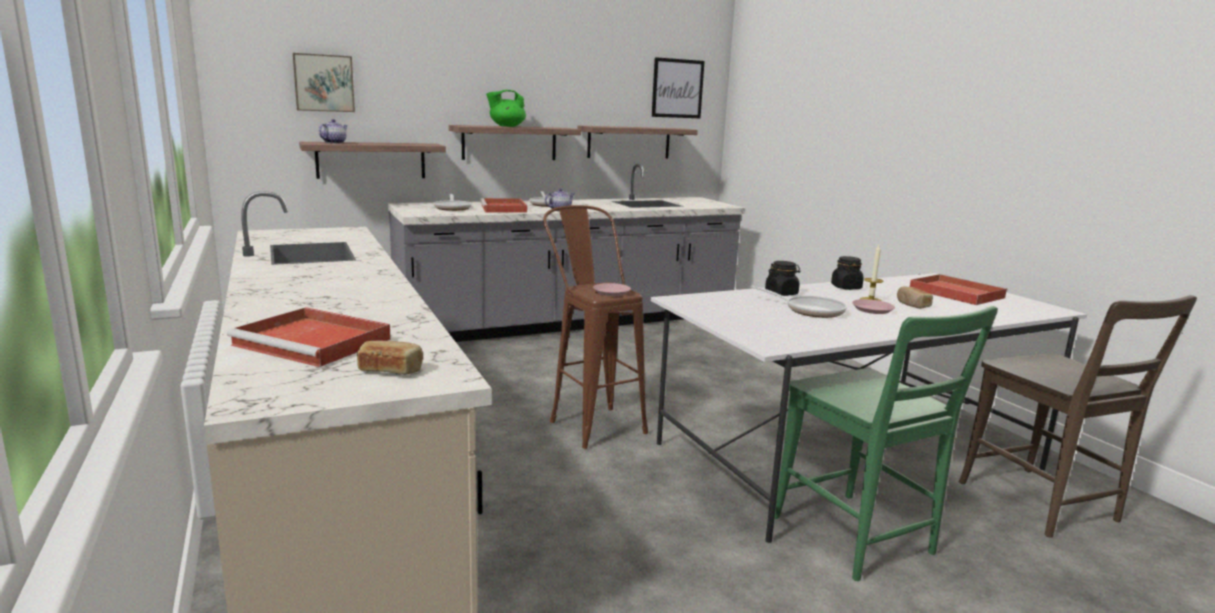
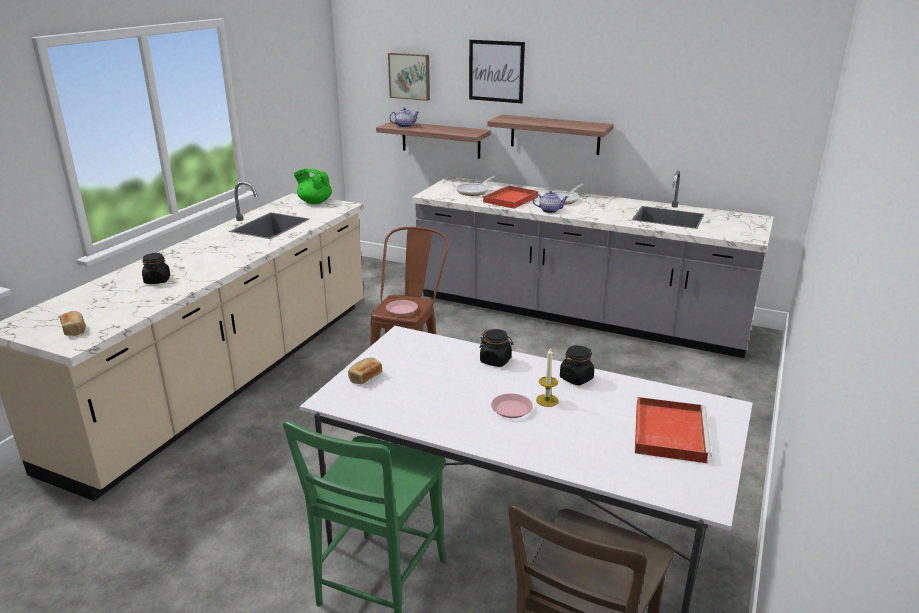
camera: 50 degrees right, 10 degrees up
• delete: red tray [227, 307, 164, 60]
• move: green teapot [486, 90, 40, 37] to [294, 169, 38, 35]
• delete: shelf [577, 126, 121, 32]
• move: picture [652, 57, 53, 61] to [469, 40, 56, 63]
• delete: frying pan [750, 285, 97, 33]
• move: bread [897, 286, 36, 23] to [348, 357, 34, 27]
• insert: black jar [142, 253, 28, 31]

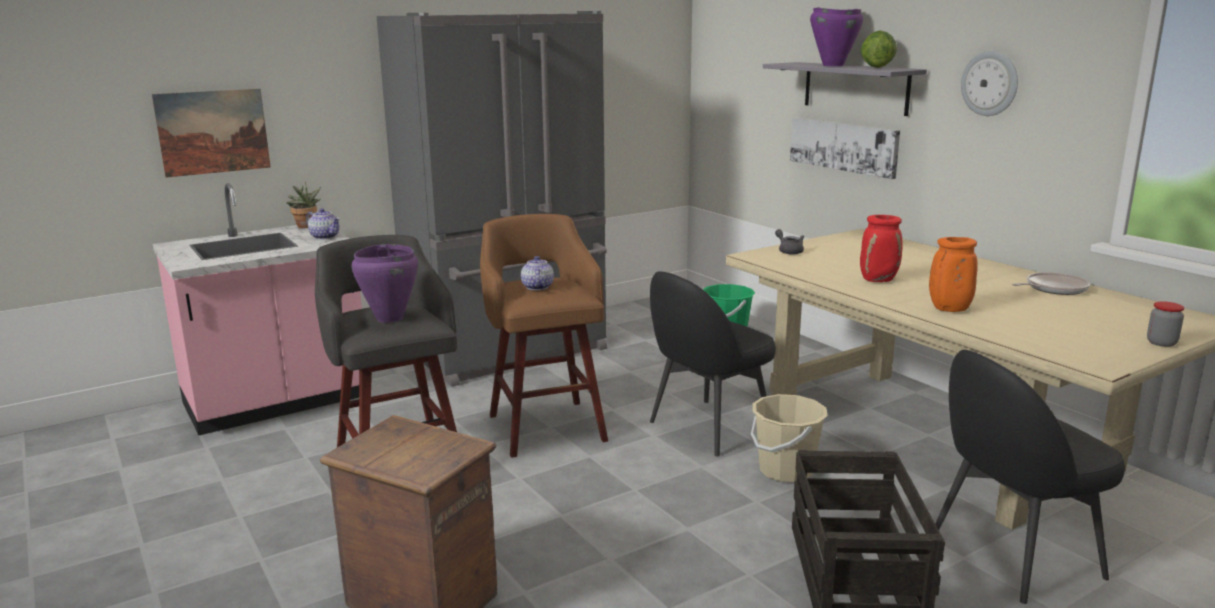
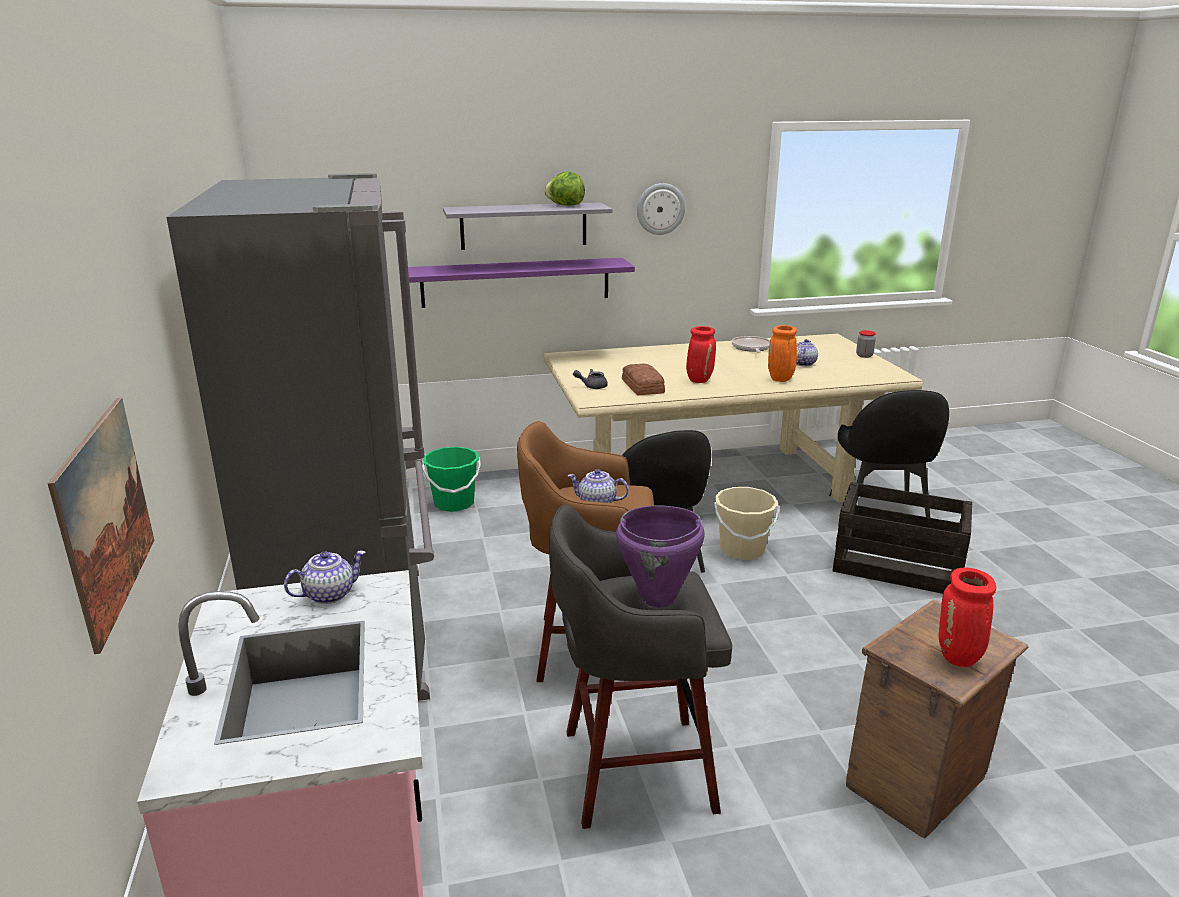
camera: 70 degrees left, 5 degrees up
• delete: potted plant [287, 182, 34, 46]
• replace: picture [790, 117, 110, 62] to purple shelf [408, 258, 227, 50]
• delete: purple cooking pot [810, 8, 53, 58]
• insert: bread [622, 364, 43, 32]
• insert: teapot [796, 339, 22, 27]
• insert: red vase [938, 568, 58, 99]

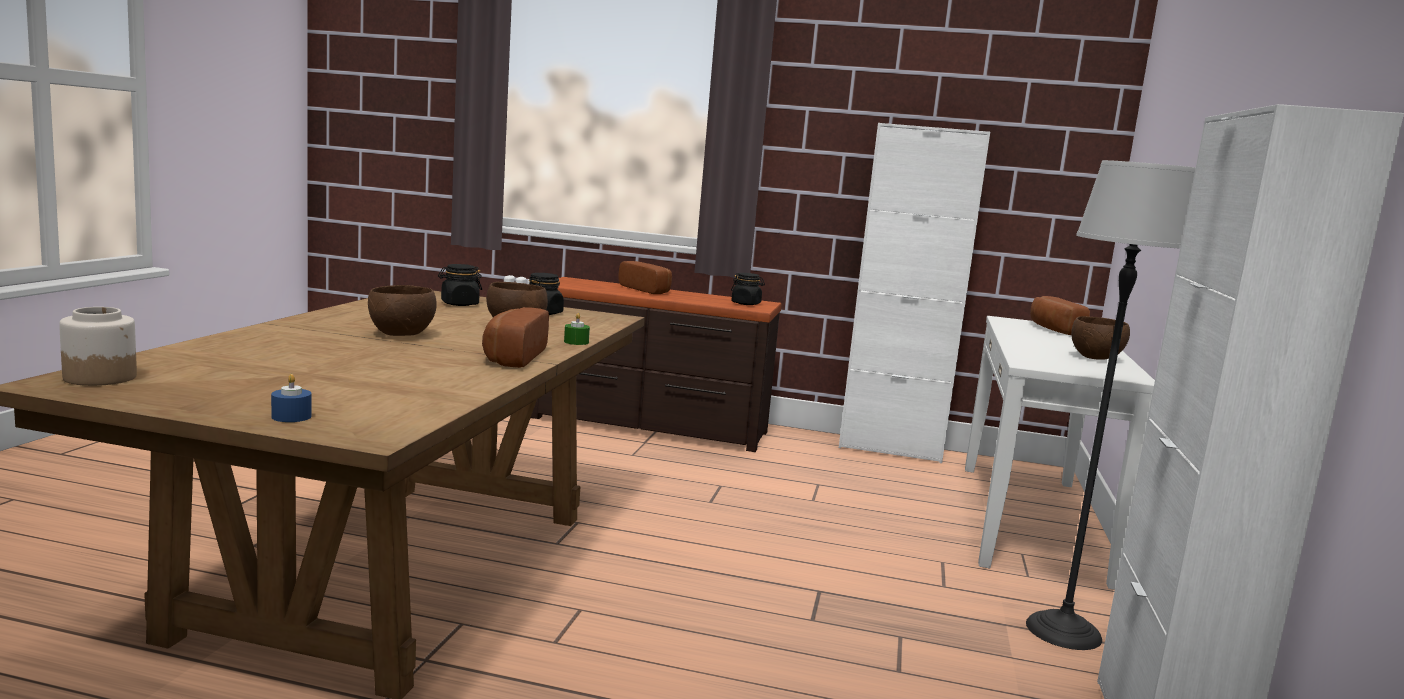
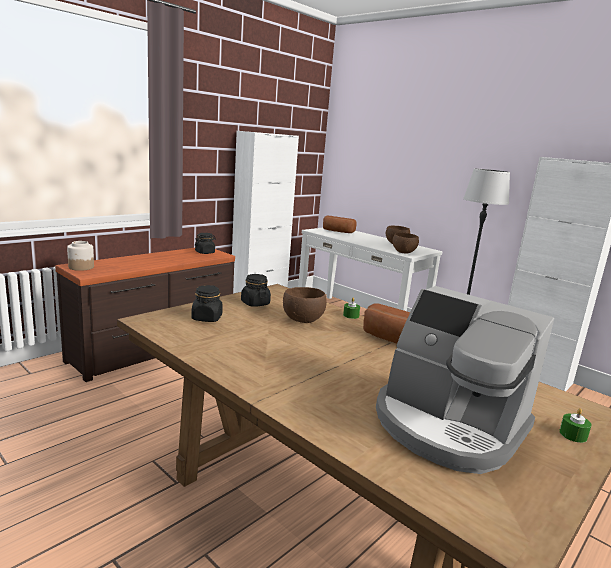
camera: 60 degrees left, 5 degrees up
• move: jar [59, 307, 78, 79] to [67, 241, 27, 30]
• recolor: blue candle [271, 374, 41, 48] to green candle [559, 408, 33, 35]
• move: brown bowl [368, 285, 69, 51] to [393, 233, 26, 21]
• delete: bread [619, 261, 53, 33]
• insert: coffee machine [376, 286, 178, 188]

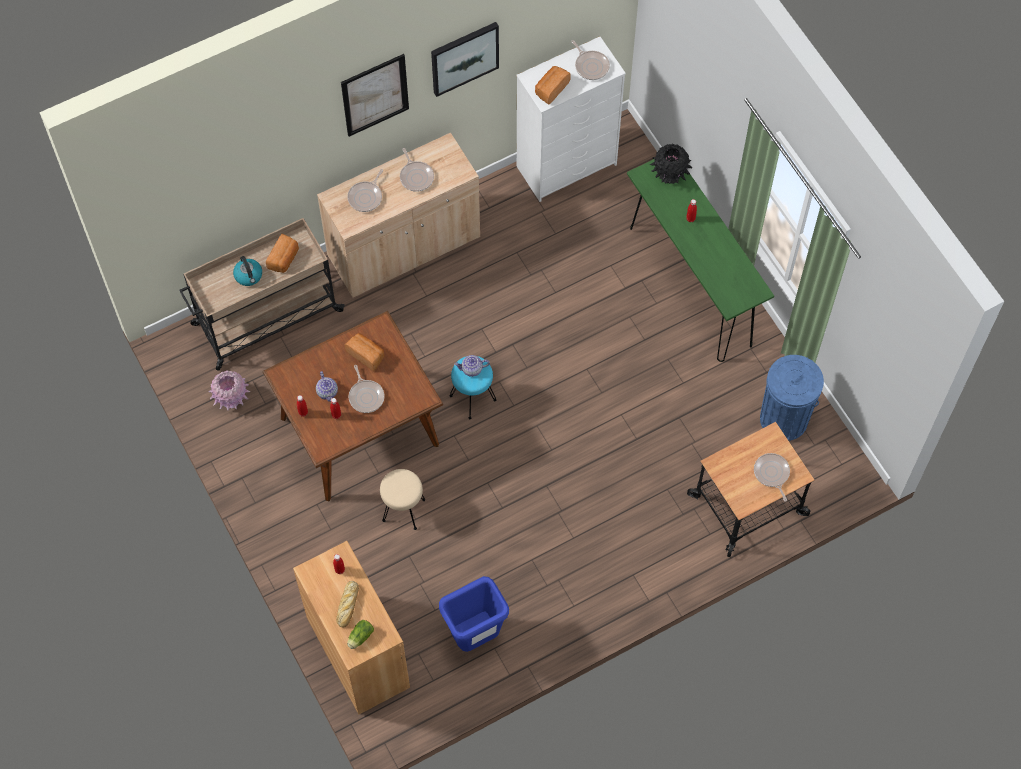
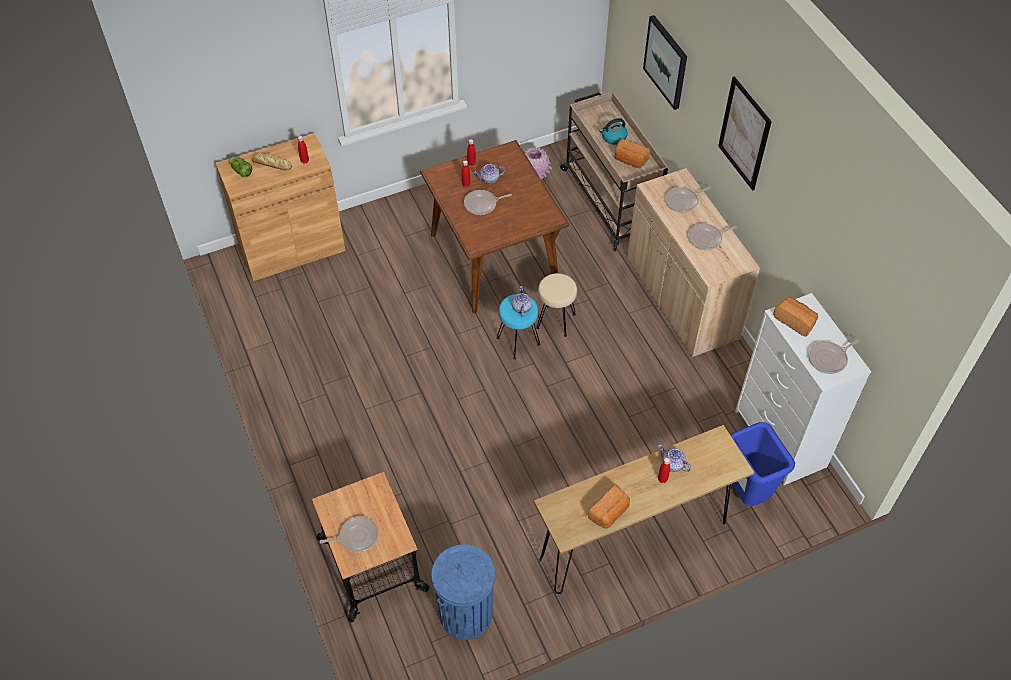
camera: 95 degrees right, 10 degrees down
• move: bread [344, 333, 40, 38] to [588, 484, 42, 45]
• rotate: frying pan [347, 169, 36, 43] = [665, 187, 46, 26] 60 degrees counterclockwise
• move: beige stool [380, 469, 45, 61] to [536, 273, 41, 64]
• move: picture [431, 22, 68, 75] to [643, 15, 44, 95]
• move: blue trash can [439, 576, 70, 76] to [730, 422, 65, 84]
• recolor: green console table [627, 159, 147, 203] to brown console table [534, 425, 220, 169]
• delete: black vase [649, 143, 43, 41]
• insert: teapot [659, 445, 32, 27]

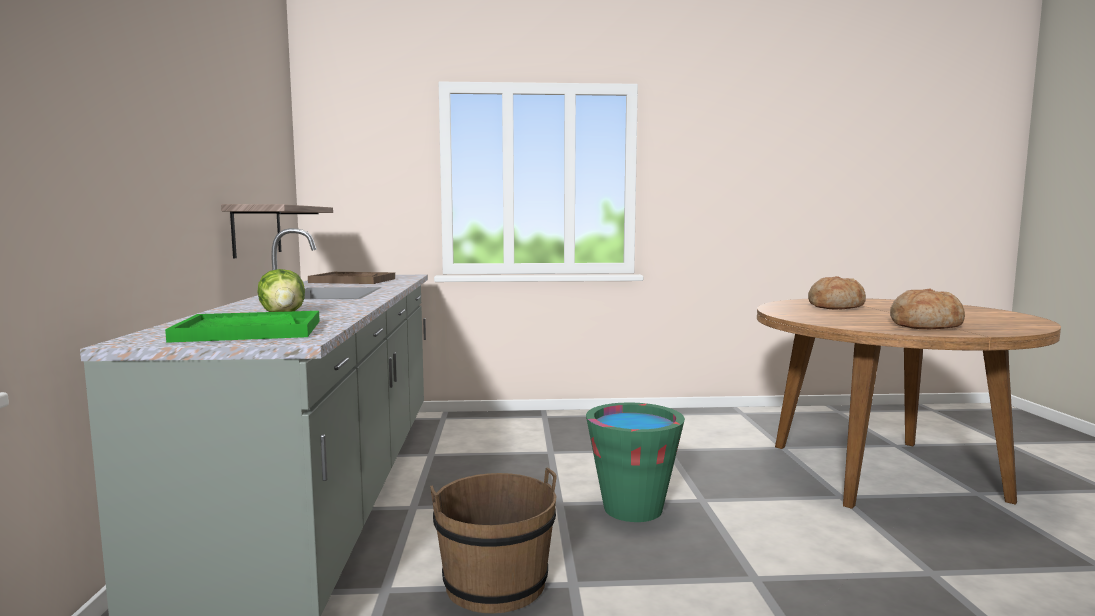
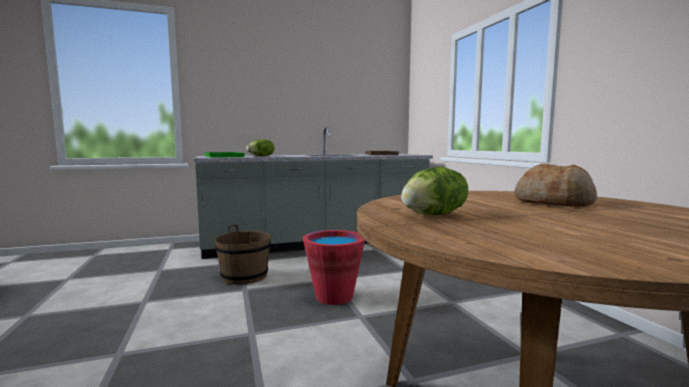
camera: 75 degrees right, 0 degrees up
• delete: shelf [221, 204, 112, 55]
• recolor: green bucket [586, 402, 99, 120] to red bucket [303, 230, 62, 75]
• replace: bread [890, 289, 75, 41] to lettuce [401, 167, 67, 48]

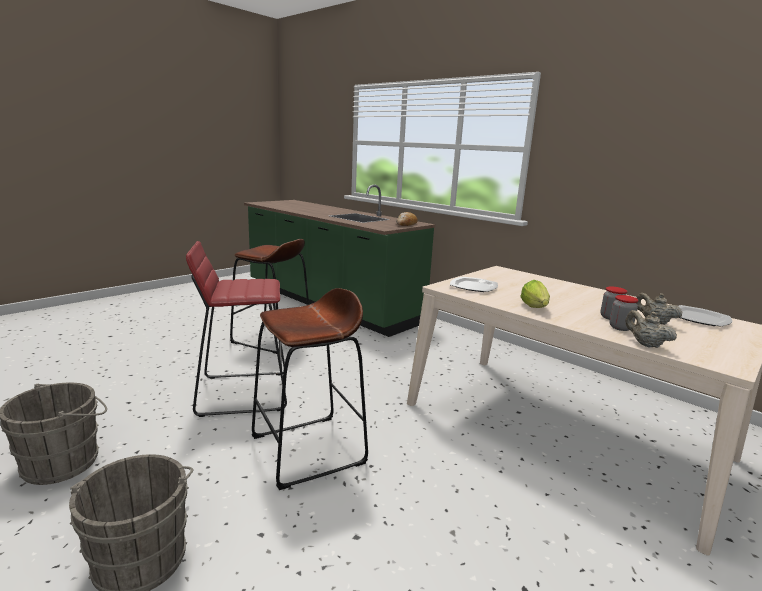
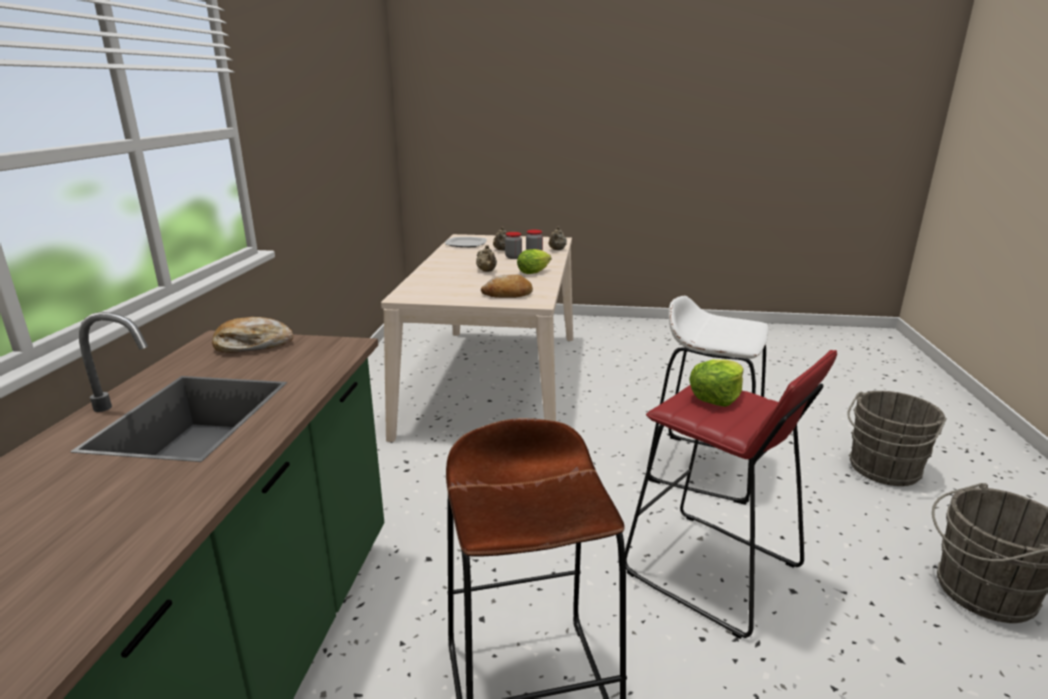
camera: 125 degrees left, 5 degrees up
• recolor: brown stool [252, 288, 116, 202] to white stool [647, 296, 121, 209]
• replace: plate [450, 277, 48, 15] to bread [481, 274, 52, 24]
• insert: beige teapot [476, 245, 21, 27]
• insert: lettuce [689, 359, 55, 48]

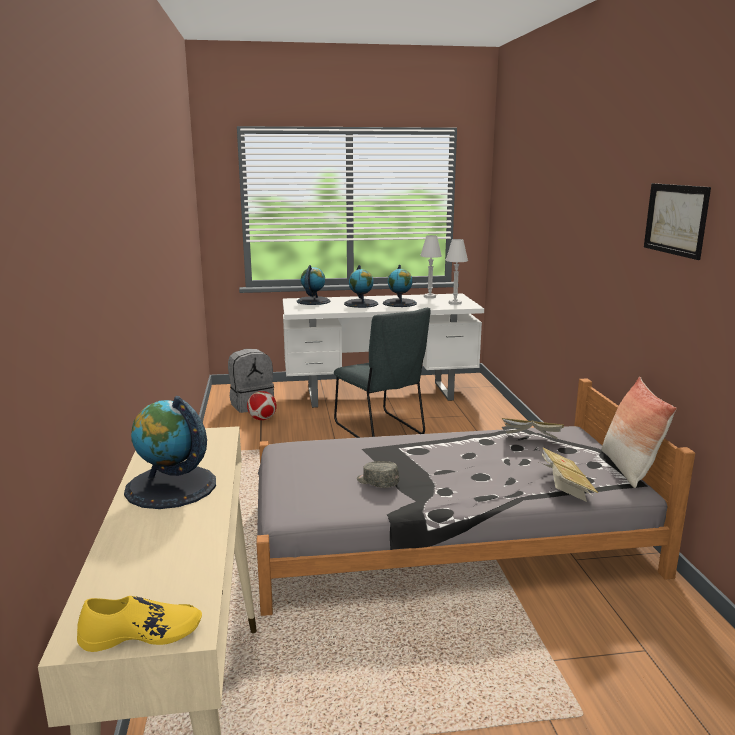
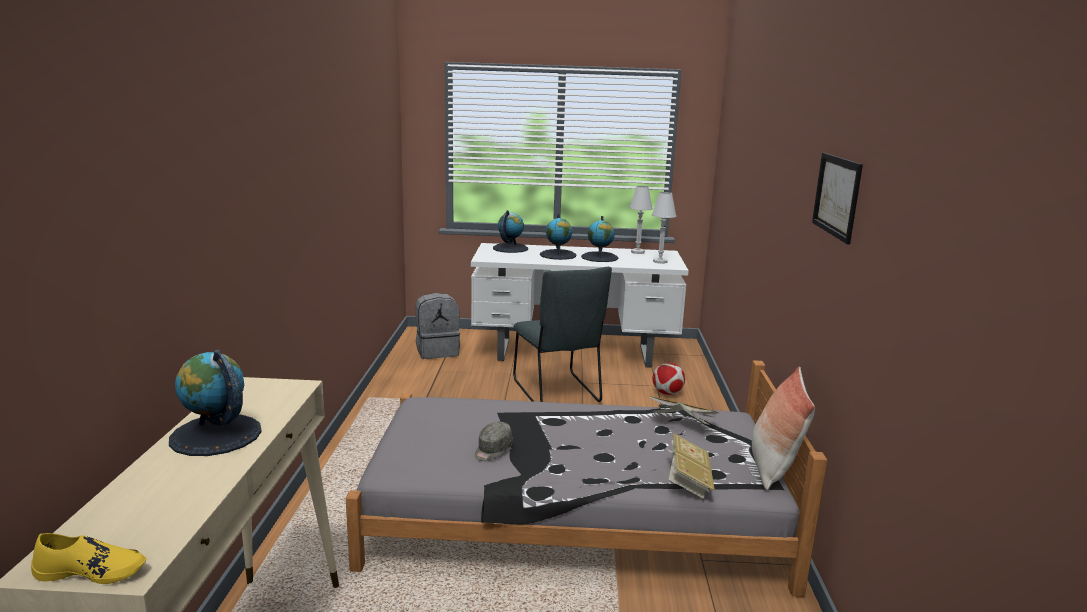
camera: 10 degrees right, 0 degrees up
• move: football [247, 391, 30, 29] to [652, 362, 33, 33]
• rotate: grey cap [357, 461, 42, 27] = [475, 422, 38, 39] 105 degrees counterclockwise

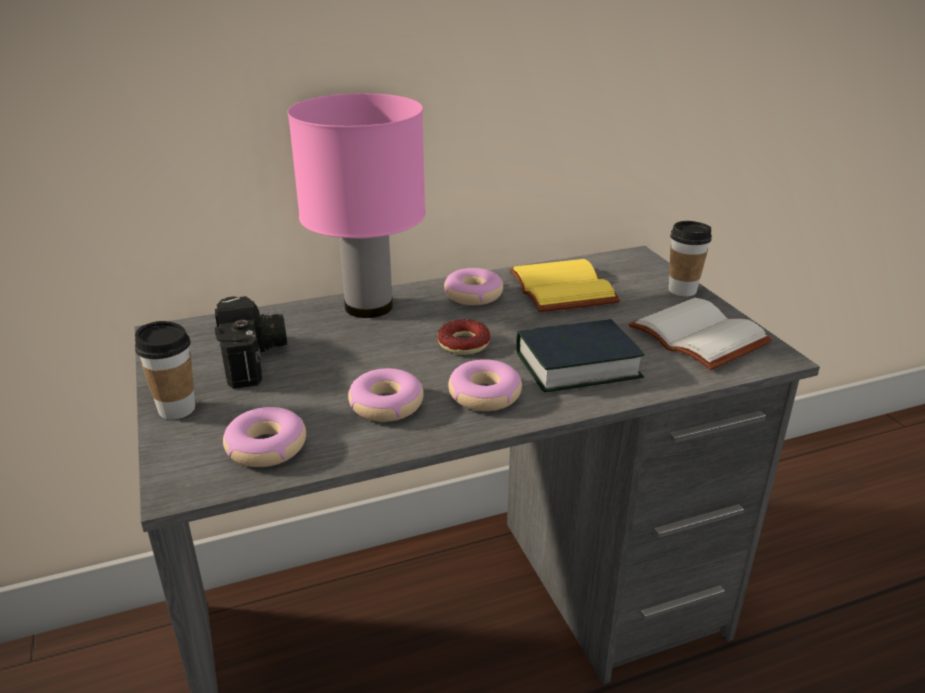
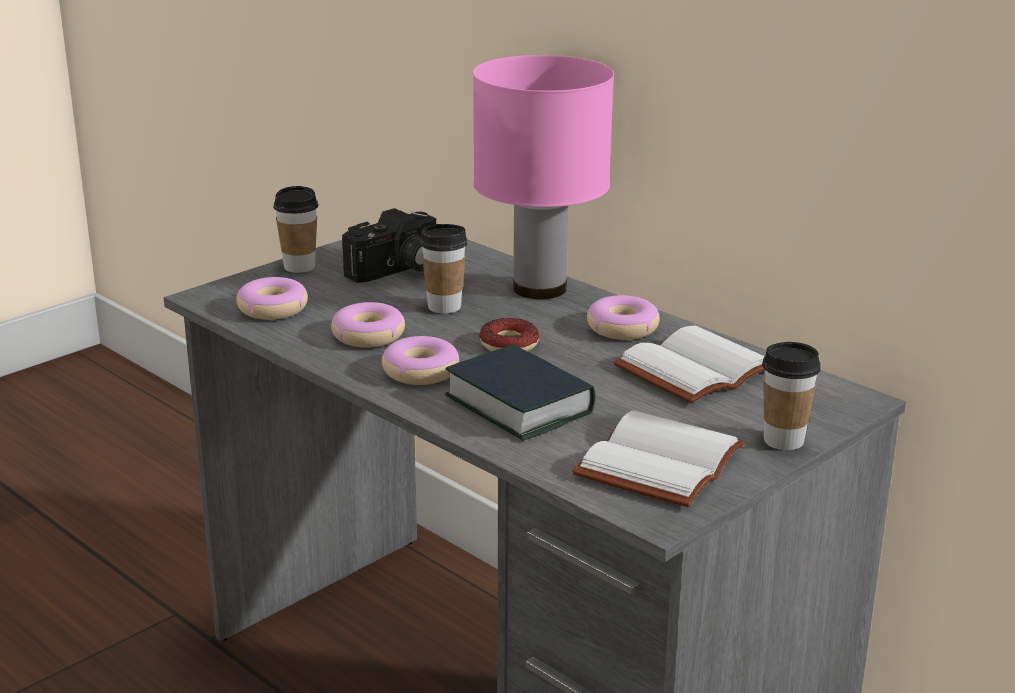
camera: 65 degrees right, 5 degrees down
• recolor: yellow book [509, 259, 111, 53] to white book [613, 326, 152, 77]
• insert: cup [420, 224, 47, 90]

